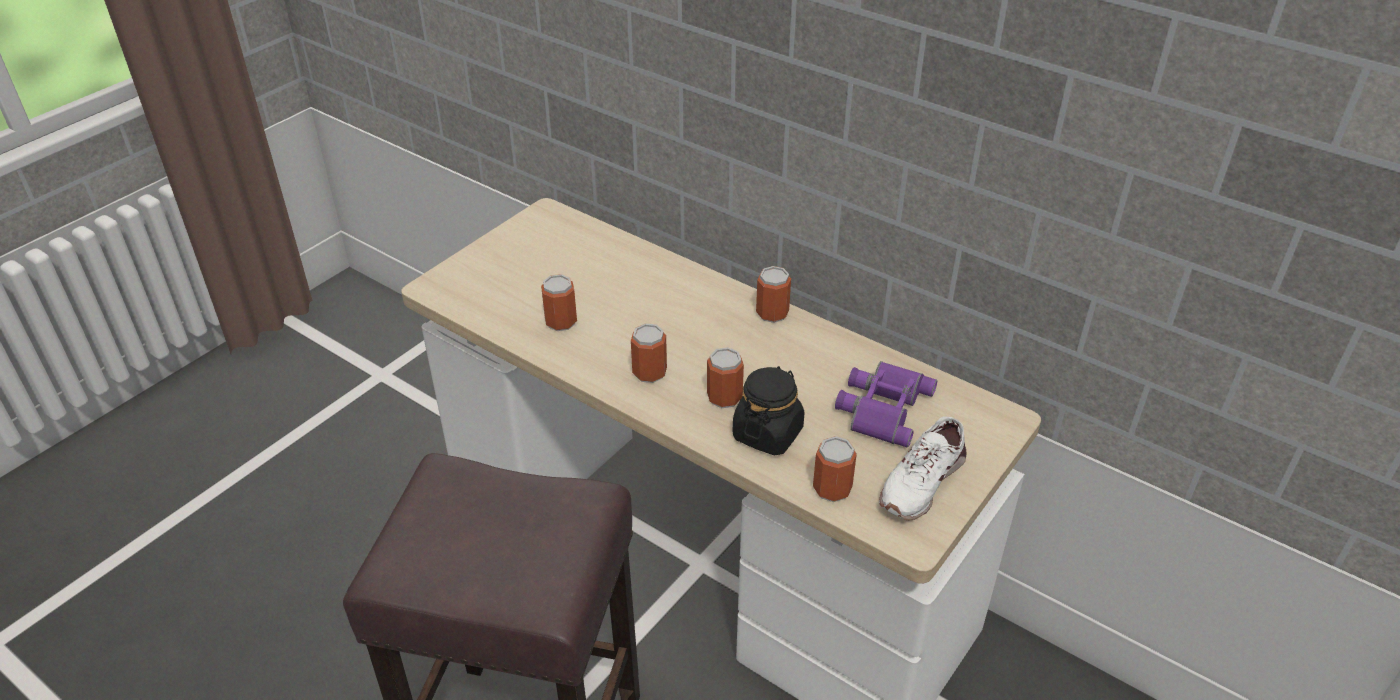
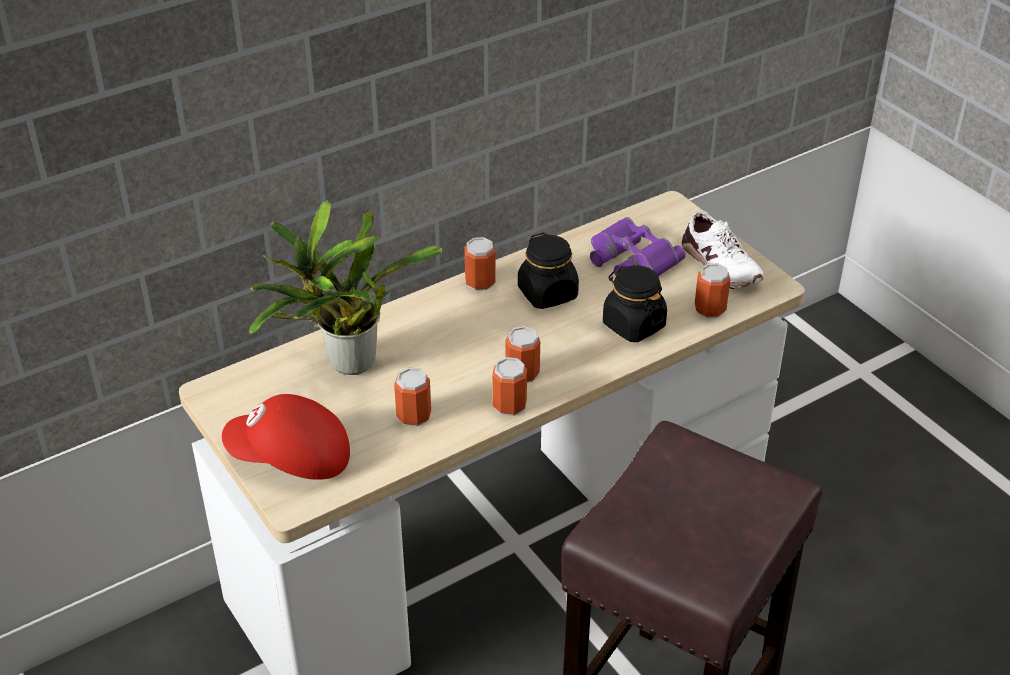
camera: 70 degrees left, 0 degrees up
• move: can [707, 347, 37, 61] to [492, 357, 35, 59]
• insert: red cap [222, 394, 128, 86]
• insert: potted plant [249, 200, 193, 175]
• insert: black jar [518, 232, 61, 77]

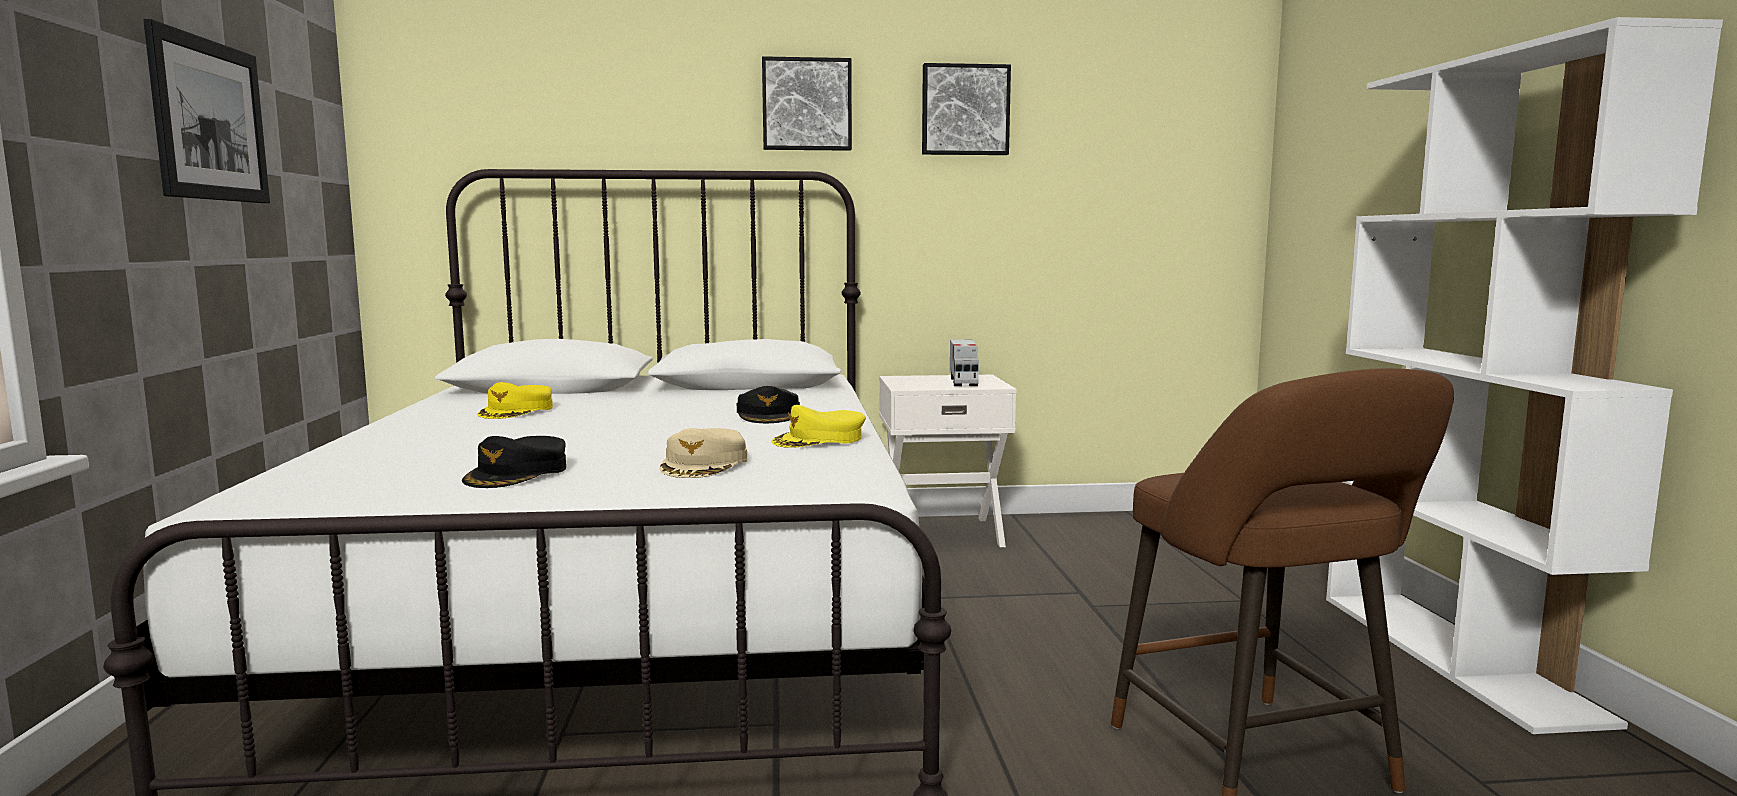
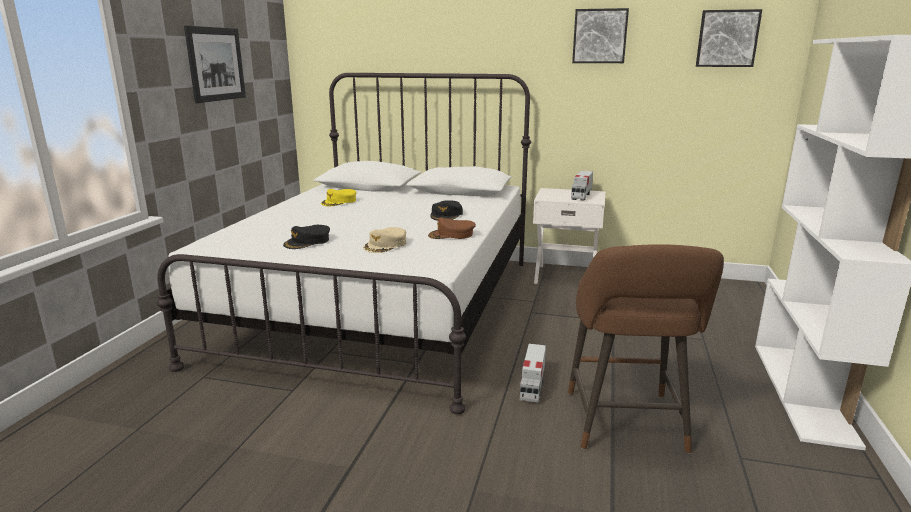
camera: 20 degrees right, 10 degrees up
• move: picture [762, 56, 90, 95] to [696, 9, 66, 58]
• recolor: yellow cap [771, 405, 95, 43] to brown cap [428, 217, 48, 22]
• insert: toy truck [520, 344, 26, 59]

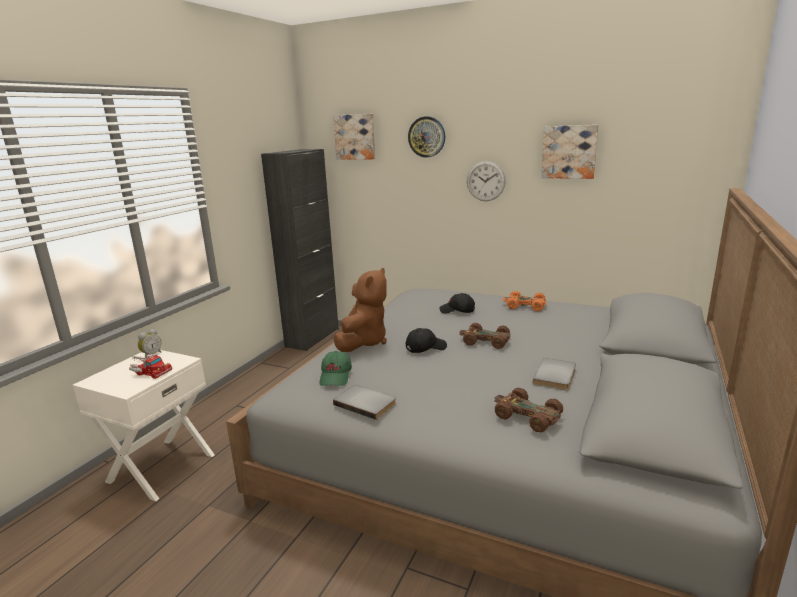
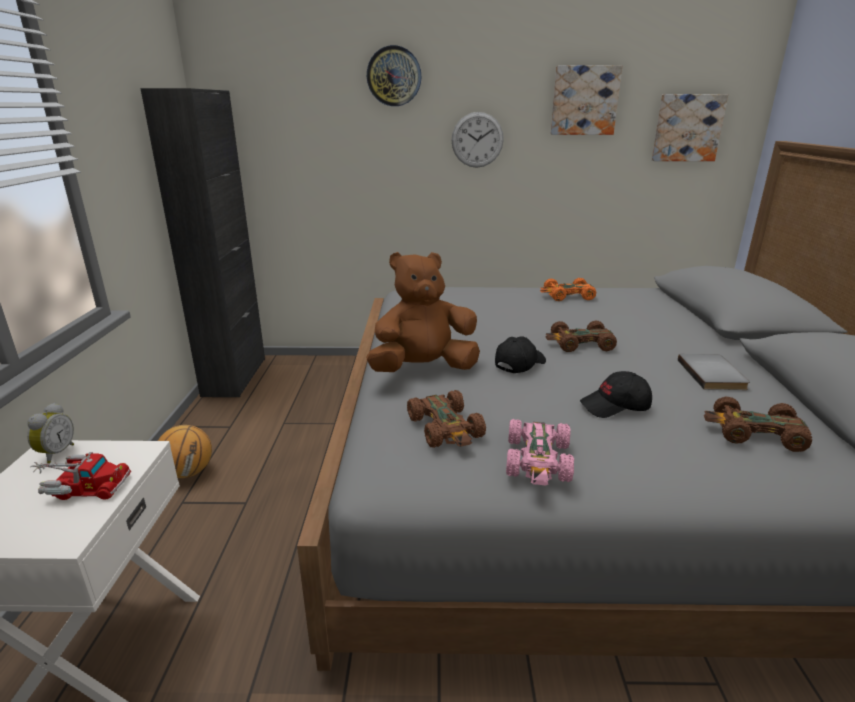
camera: 25 degrees left, 5 degrees up
• replace: green cap [320, 351, 32, 35] to brown toy car [407, 390, 79, 58]
• move: picture [333, 114, 42, 46] to [652, 94, 76, 67]
• replace: grey book [333, 385, 63, 35] to pink toy car [506, 419, 68, 66]
• rotate: brown plush toy [334, 268, 53, 84] = [366, 252, 114, 120] 105 degrees counterclockwise
• move: black cap [439, 293, 36, 21] to [580, 371, 72, 47]
• insert: basketball [158, 425, 54, 53]

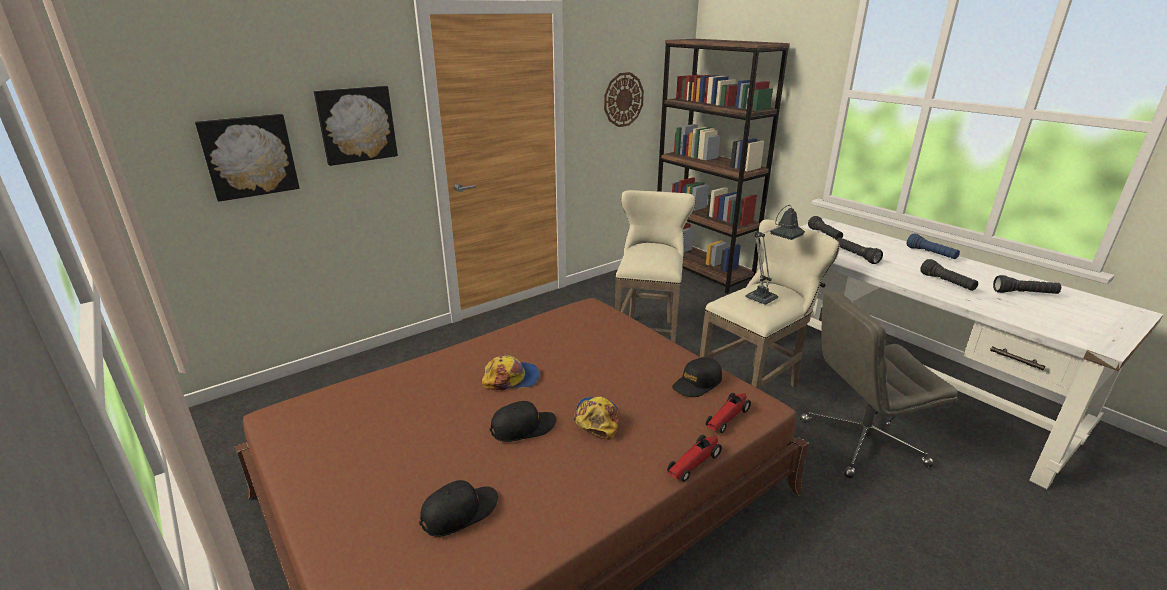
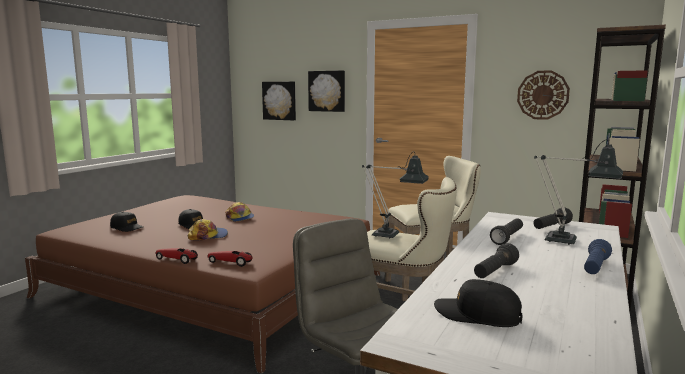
camera: 65 degrees right, 15 degrees down
• move: black cap [672, 357, 50, 40] to [434, 279, 89, 48]
• delete: black flashlight [993, 275, 68, 19]
• insert: table lamp [534, 139, 89, 106]

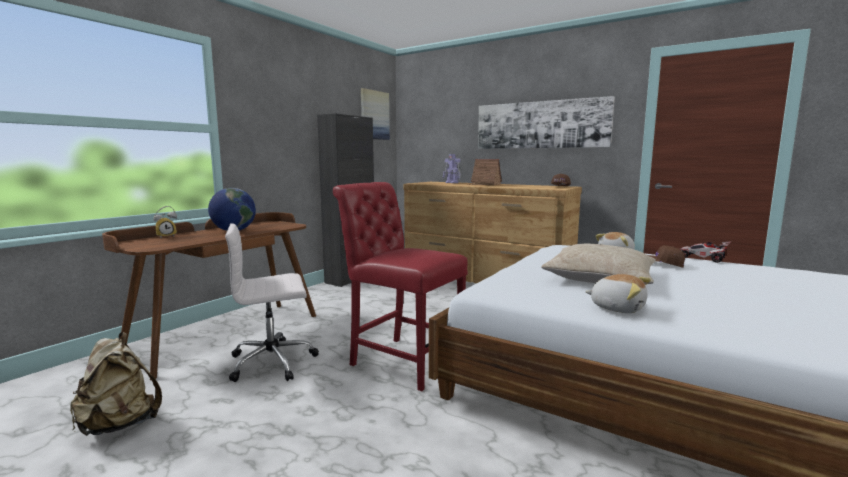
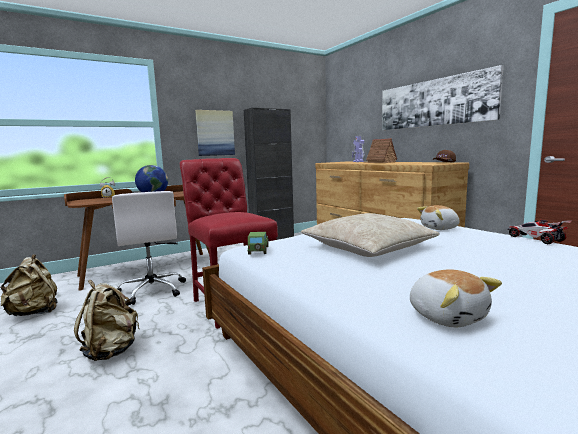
camera: 25 degrees right, 0 degrees up
• rotate: white office chair [225, 223, 94, 159] = [112, 191, 74, 114] 120 degrees counterclockwise
• move: picture [361, 88, 29, 52] to [195, 110, 40, 46]
• move: plush toy [585, 274, 66, 39] to [410, 270, 92, 57]
• delete: brown cap [648, 245, 37, 23]
• insert: beige backpack [74, 280, 66, 81]
• insert: toy car [248, 232, 21, 23]

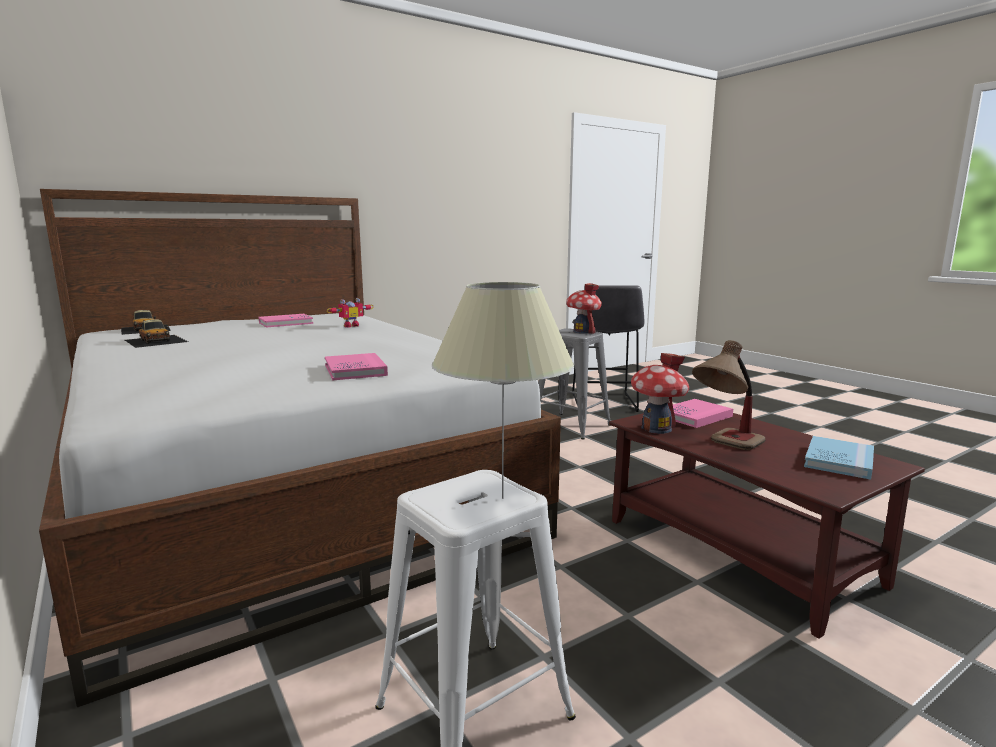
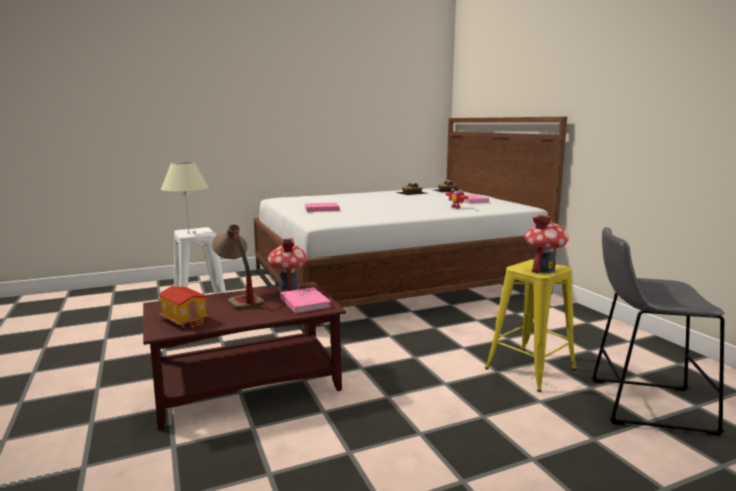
camera: 100 degrees right, 0 degrees up
• recolor: grey stool [539, 328, 72, 111] to yellow stool [485, 259, 92, 133]
• replace: blue book [804, 436, 70, 44] to toy house [158, 286, 51, 42]

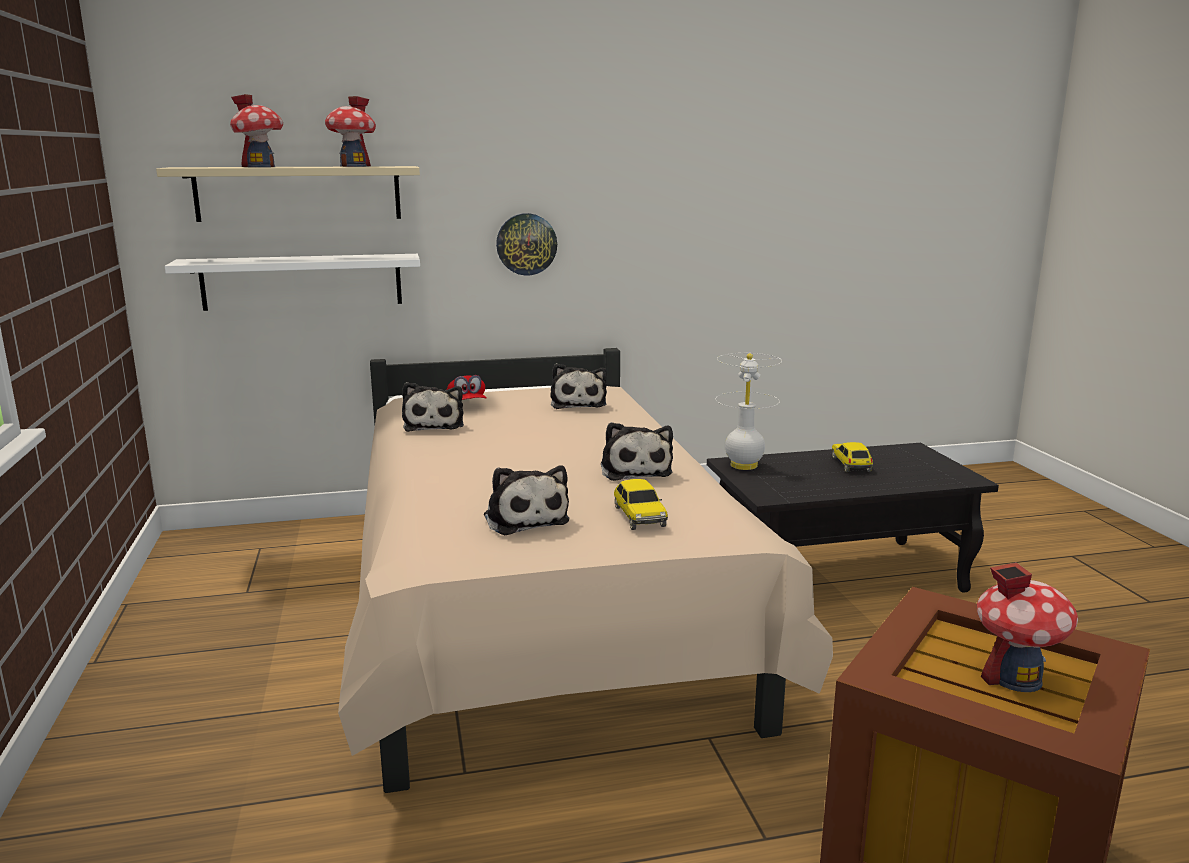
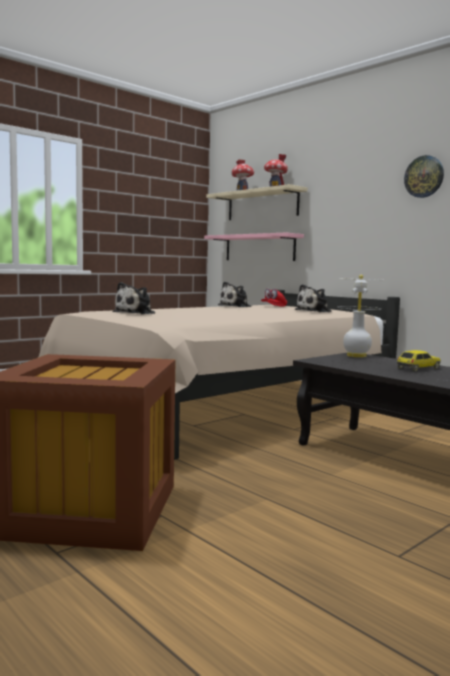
camera: 60 degrees right, 10 degrees down
• recolor: white shelf [165, 254, 255, 57] to pink shelf [204, 233, 100, 28]
• move: wall clock [496, 213, 61, 63] to [404, 155, 40, 43]
• delete: plush toy [601, 422, 72, 59]
• delete: toy car [614, 479, 54, 51]
• delete: toy house [977, 562, 101, 130]

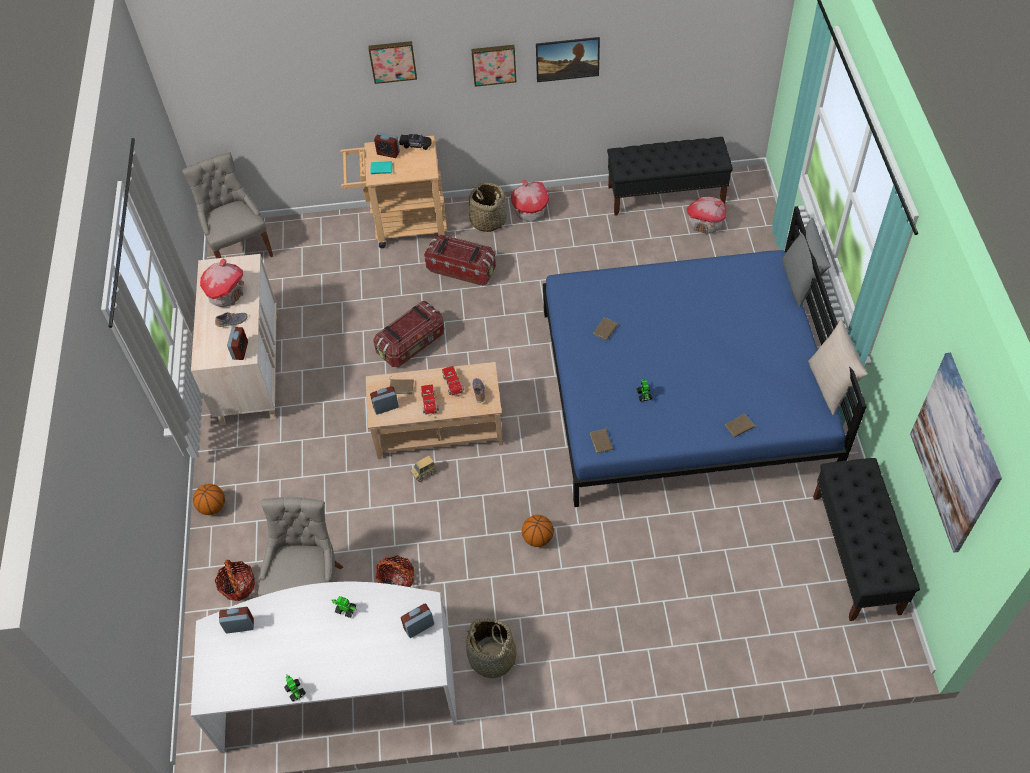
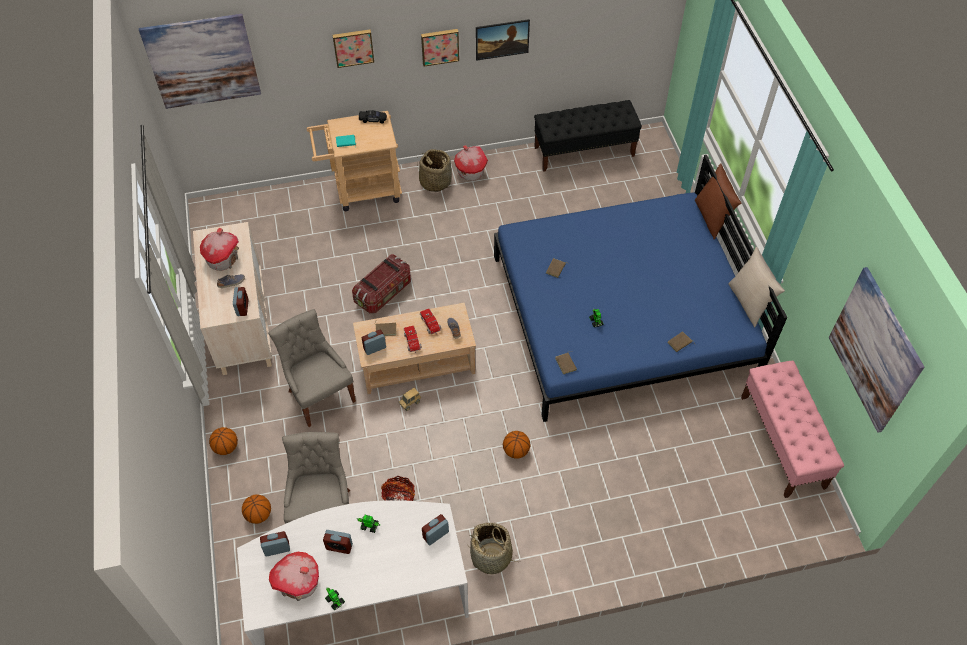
camera: 10 degrees left, 0 degrees up
• move: grey chair [182, 152, 91, 106] to [268, 309, 88, 118]
• replace: basket [215, 560, 40, 41] to basketball [242, 495, 29, 29]
• move: alarm clock [374, 133, 26, 25] to [323, 530, 30, 24]
• delete: storage box [424, 235, 72, 51]
• move: toy house [687, 197, 39, 38] to [269, 552, 50, 49]
• recolor: grey pillow [782, 218, 49, 89] to brown pillow [695, 163, 46, 77]
• recolor: black bench [813, 458, 107, 163] to pink bench [741, 360, 103, 138]
• insert: picture [139, 14, 122, 95]

